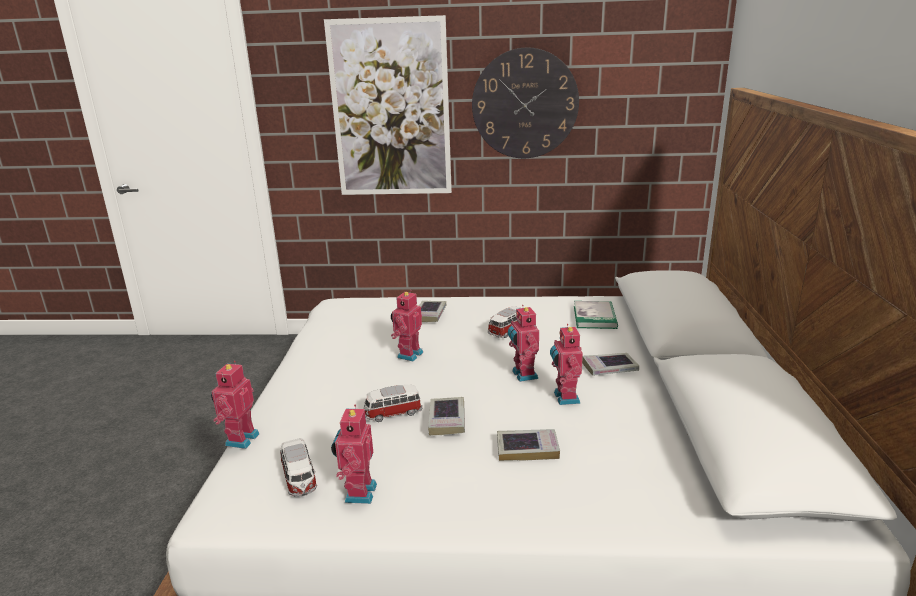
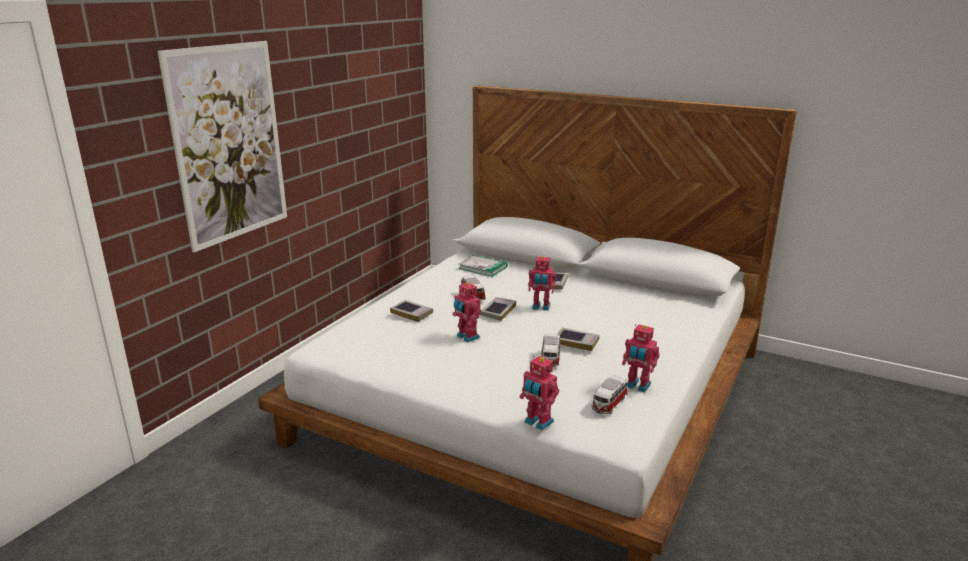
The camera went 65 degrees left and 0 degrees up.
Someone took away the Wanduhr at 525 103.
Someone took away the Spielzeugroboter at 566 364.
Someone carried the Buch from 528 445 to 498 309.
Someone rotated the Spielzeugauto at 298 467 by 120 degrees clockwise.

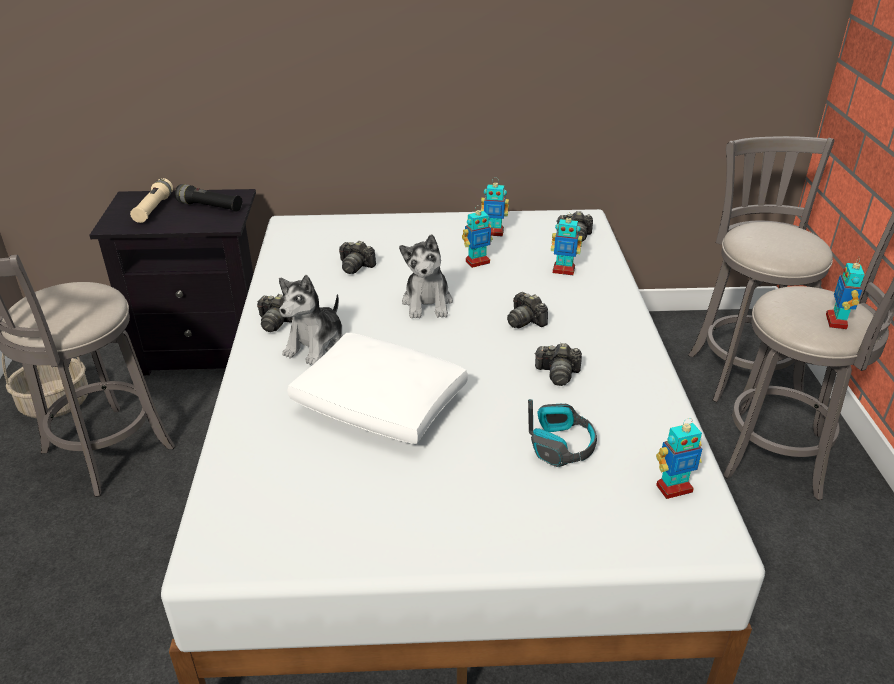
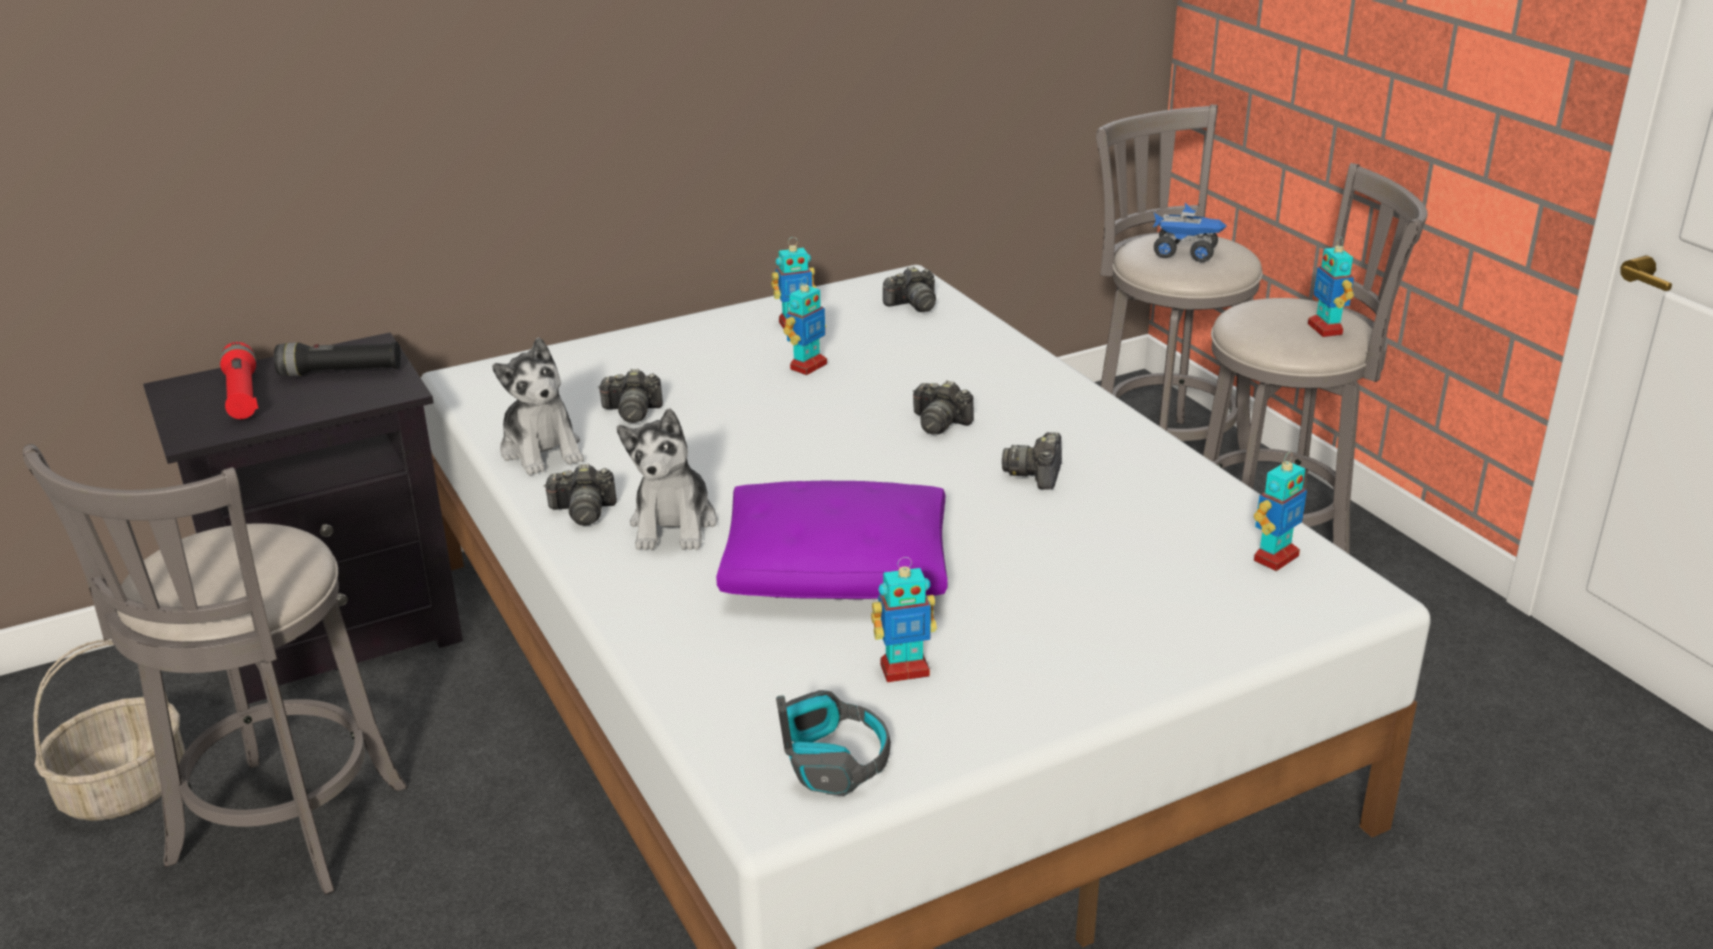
The camera went 25 degrees left and 5 degrees down.
Someone put down the Spielzeuglaster at 1189 232.
Someone carried the Plüschtier from 426 276 to 538 406.
Someone carried the Kopfhörer from 562 433 to 833 743.
Someone carried the Spielzeugroboter from 566 244 to 904 619.
Someone repainted the Taschenlampe/beige at 151 200, which became the Taschenlampe/rot at 239 380.
Someone repainted the Kissen/weiß at 377 388, which became the Kissen/lila at 832 540.
Someone rotated the Kamera at 558 364 by 120 degrees clockwise.

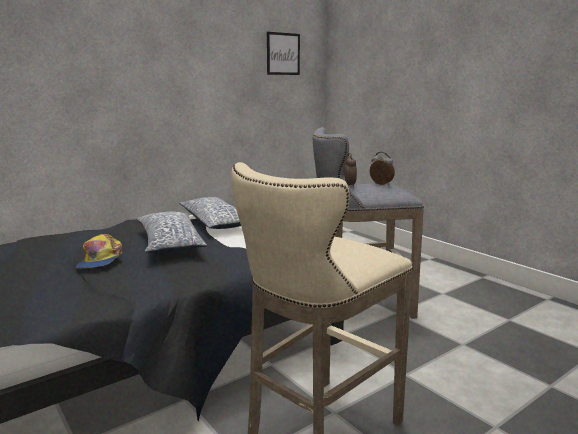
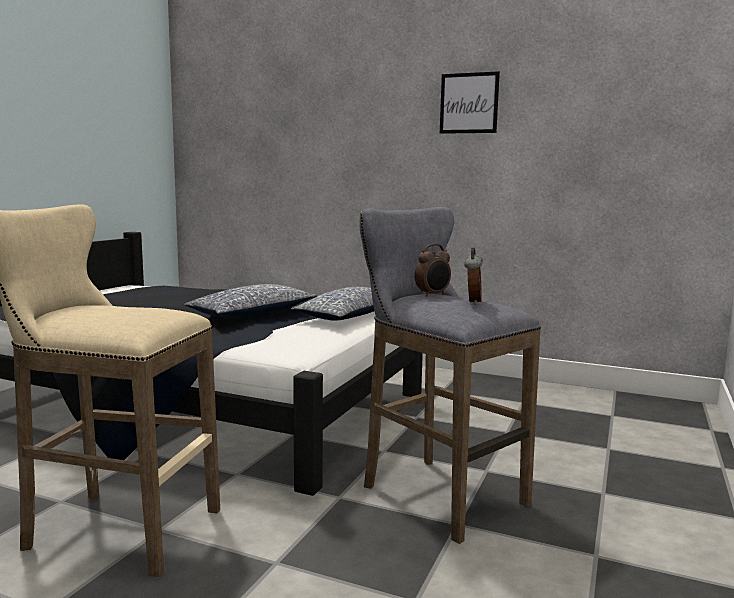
The camera went 60 degrees right and 5 degrees down.
Someone took away the Kappe at 99 251.
Someone carried the Bild from 283 53 to 470 102.

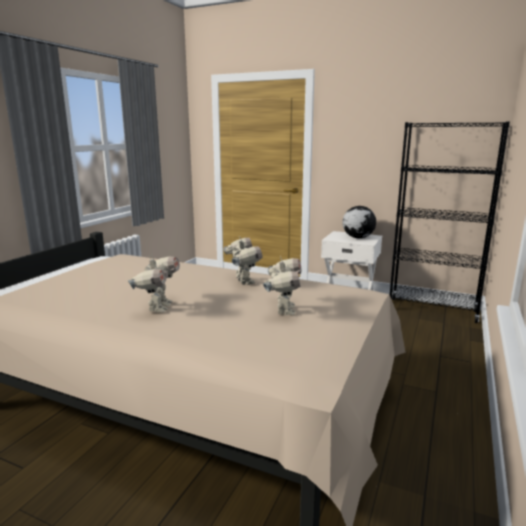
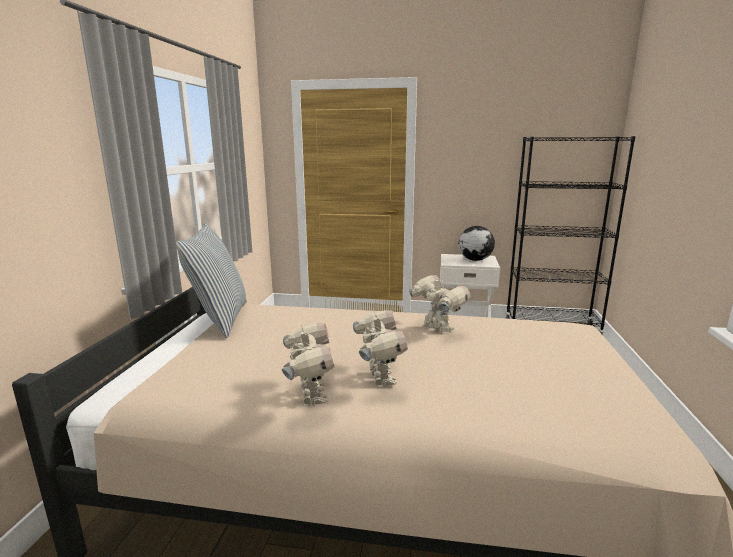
The camera went 15 degrees left and 0 degrees up.
Someone put down the Kissen at 211 280.
Someone carried the Spielzeugroboter from 282 285 to 308 364.

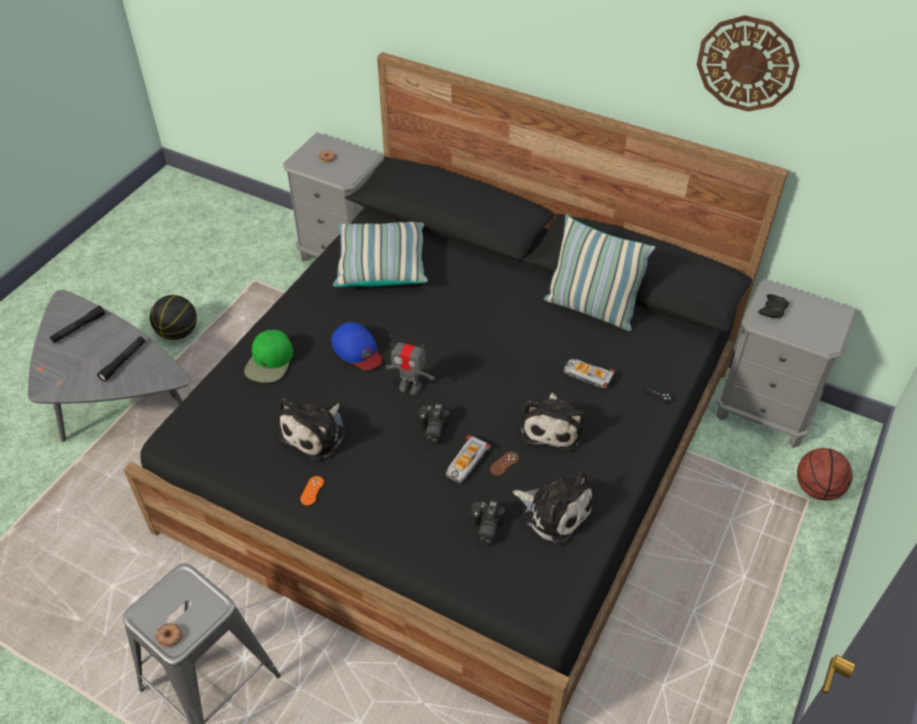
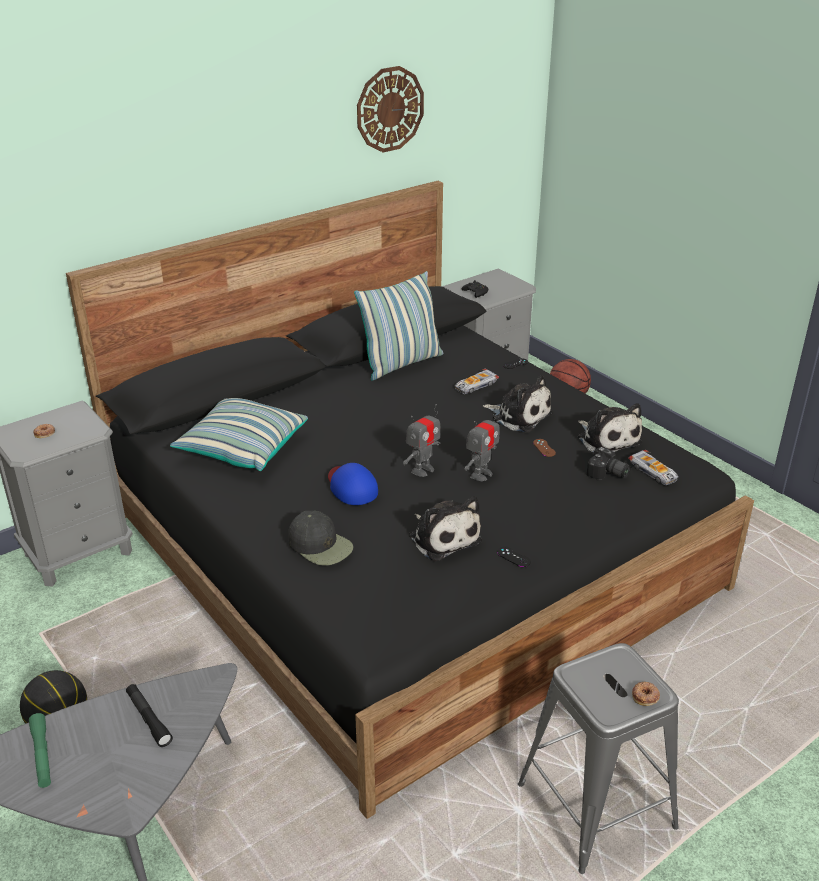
The camera went 65 degrees left and 15 degrees down.
Someone carried the Spielzeugauto from 468 459 to 653 467.
Someone swapped the Kamera at 435 423 for the Spielzeugroboter at 482 444.
Someone repainted the Taschenlampe/schwarz at 77 324, which became the Taschenlampe/grün at 40 750.
Someone repainted the Kappe/grün at 268 356, which became the Kappe/schwarz at 320 538.
Someone repainted the Gamepad/orange at 312 490, which became the Gamepad/schwarz at 514 557.
Someone rotated the Kappe/blau at 356 346 by 105 degrees counterclockwise.
Someone rotated the Plüschtier at 553 508 by 90 degrees clockwise.

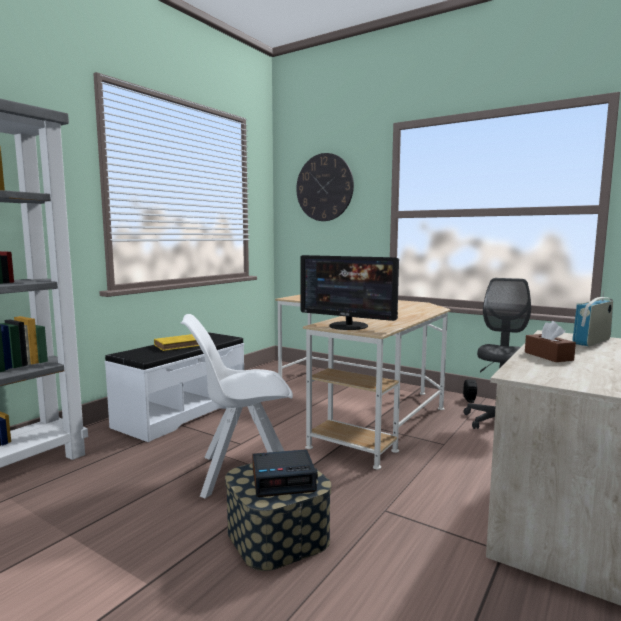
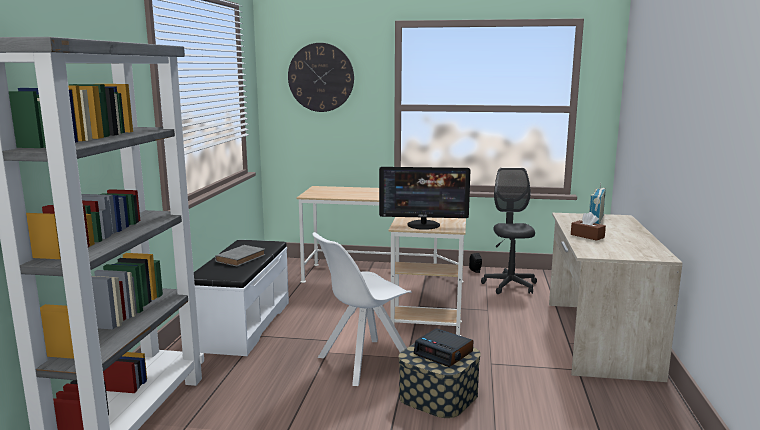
The camera went 25 degrees left and 5 degrees up.
Someone repainted the Buch/gelb at 176 342, which became the Buch/grau at 240 255.
Someone rotated the Wecker at 285 473 by 75 degrees clockwise.

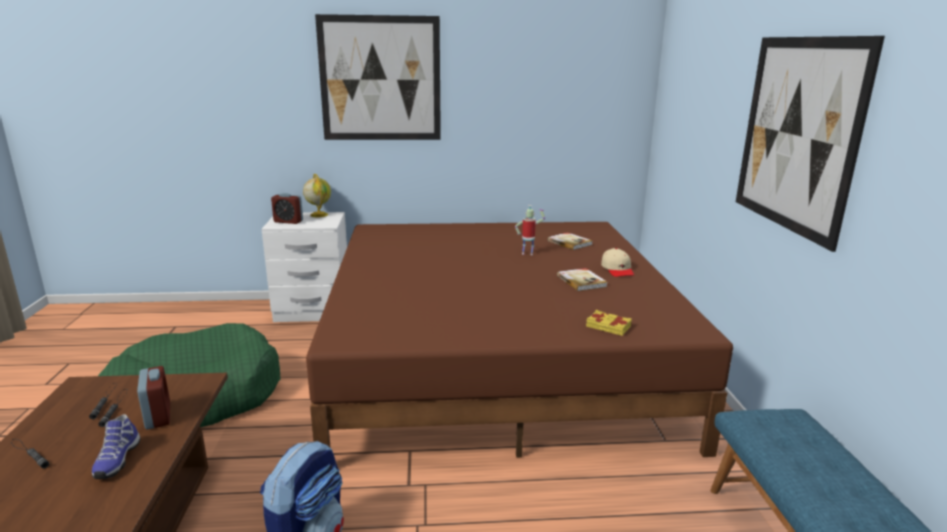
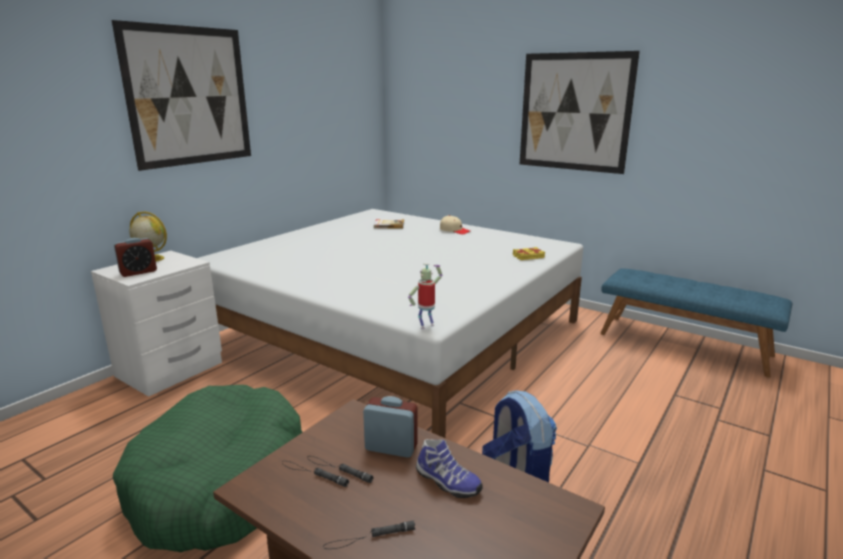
The camera went 50 degrees left and 0 degrees up.
Someone took away the Buch at 582 279.
Someone carried the Spielzeugroboter from 530 230 to 425 296.
Someone repainted the Bett/braun at 519 340, which became the Bett/weiß at 390 323.

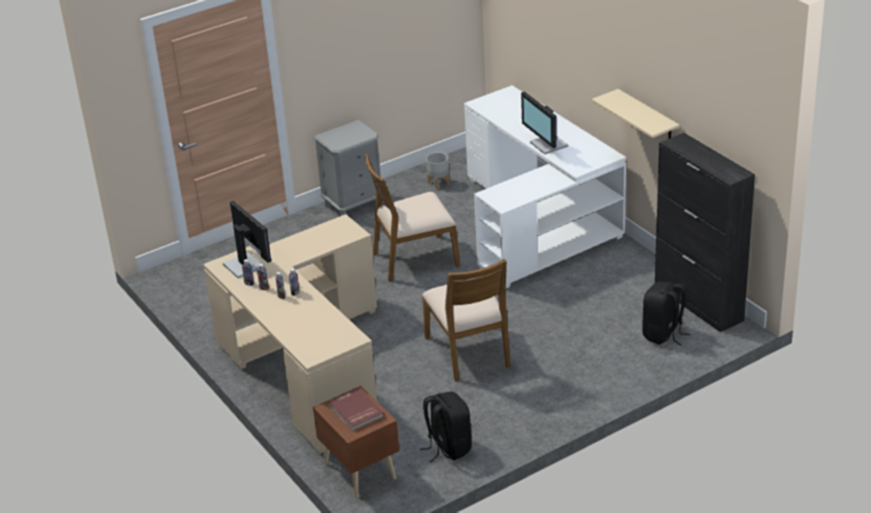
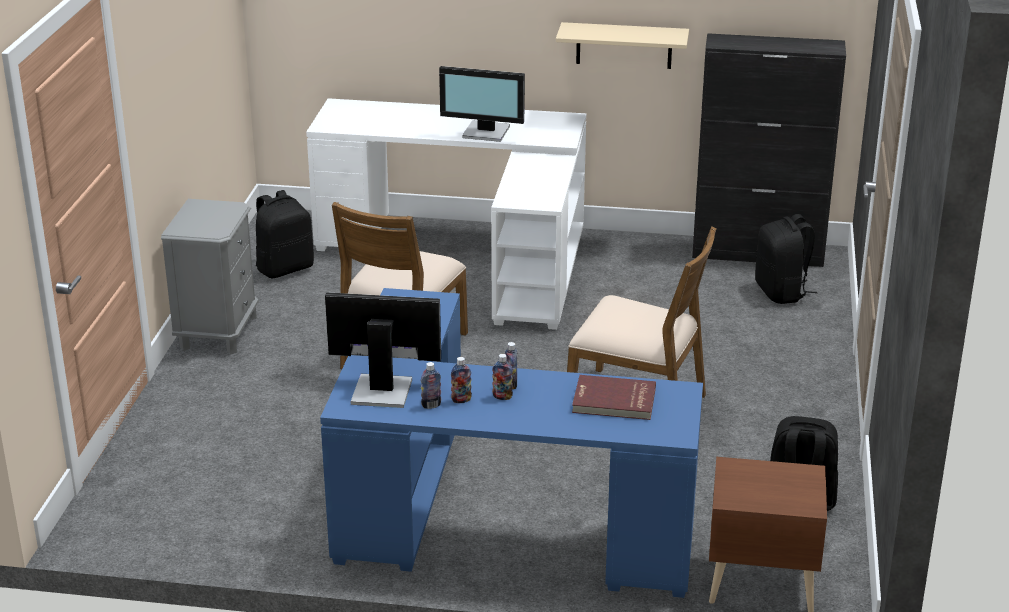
The camera went 50 degrees left and 5 degrees down.
Someone carried the Buch/rot from 356 409 to 614 397.
Someone swapped the Pflanzkübel/grau at 438 170 for the Rucksack/schwarz at 285 234.
Someone repainted the Schreibtisch/beige at 290 334, which became the Schreibtisch/blau at 511 443.

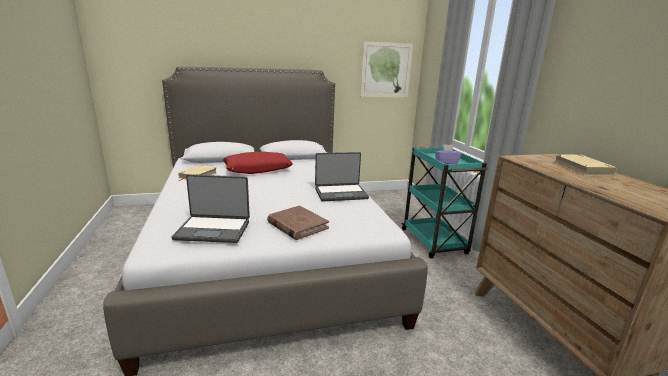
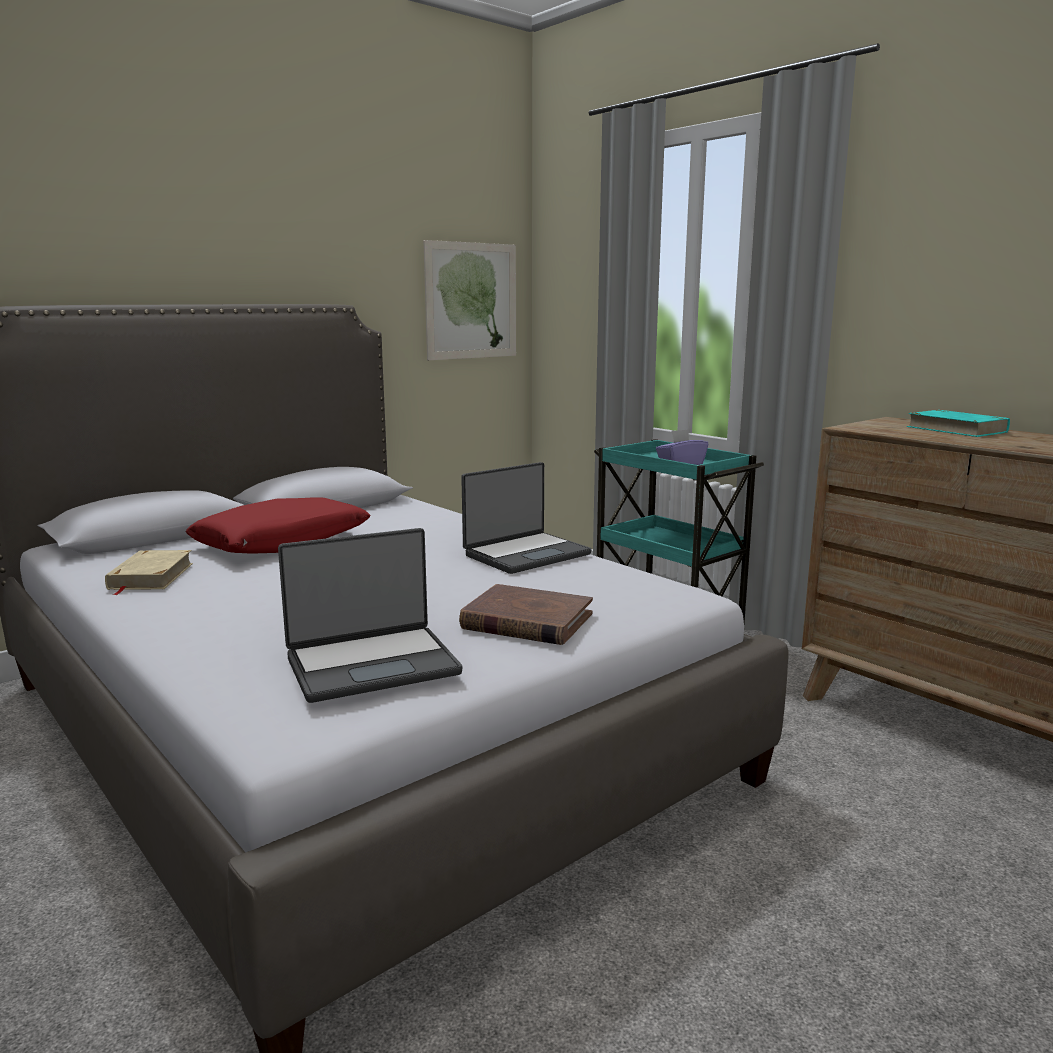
The camera went 25 degrees left and 5 degrees down.
Someone repainted the Buch/beige at 585 165, which became the Buch/türkis at 958 423.

